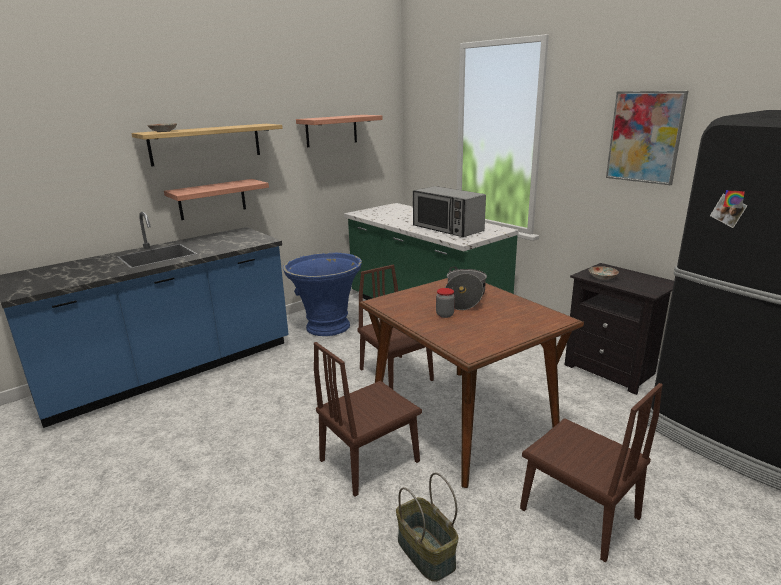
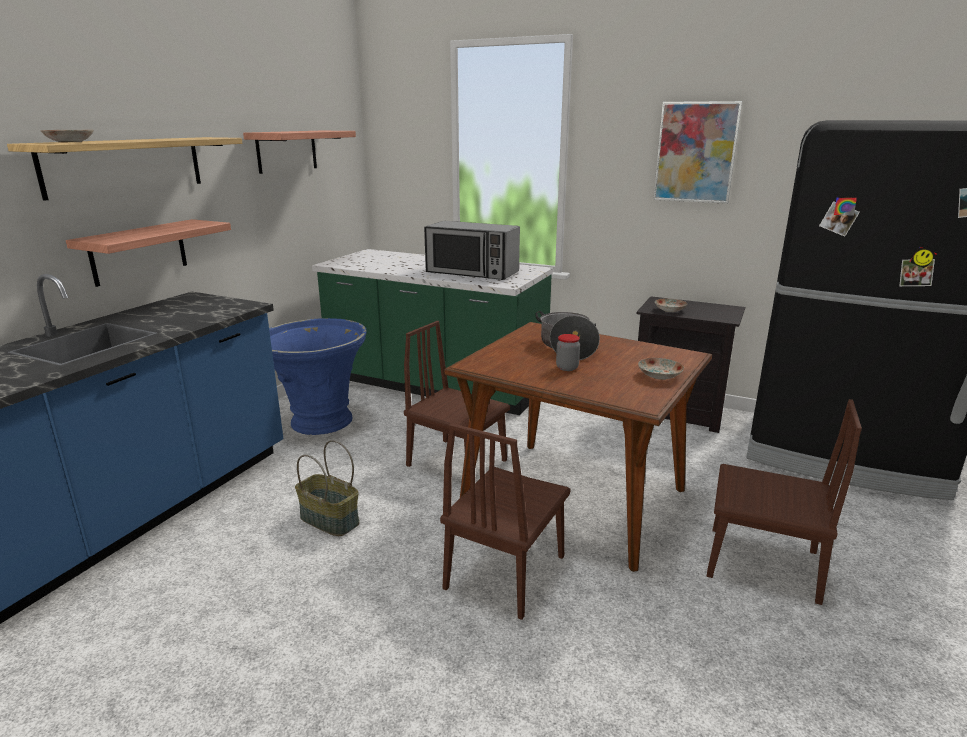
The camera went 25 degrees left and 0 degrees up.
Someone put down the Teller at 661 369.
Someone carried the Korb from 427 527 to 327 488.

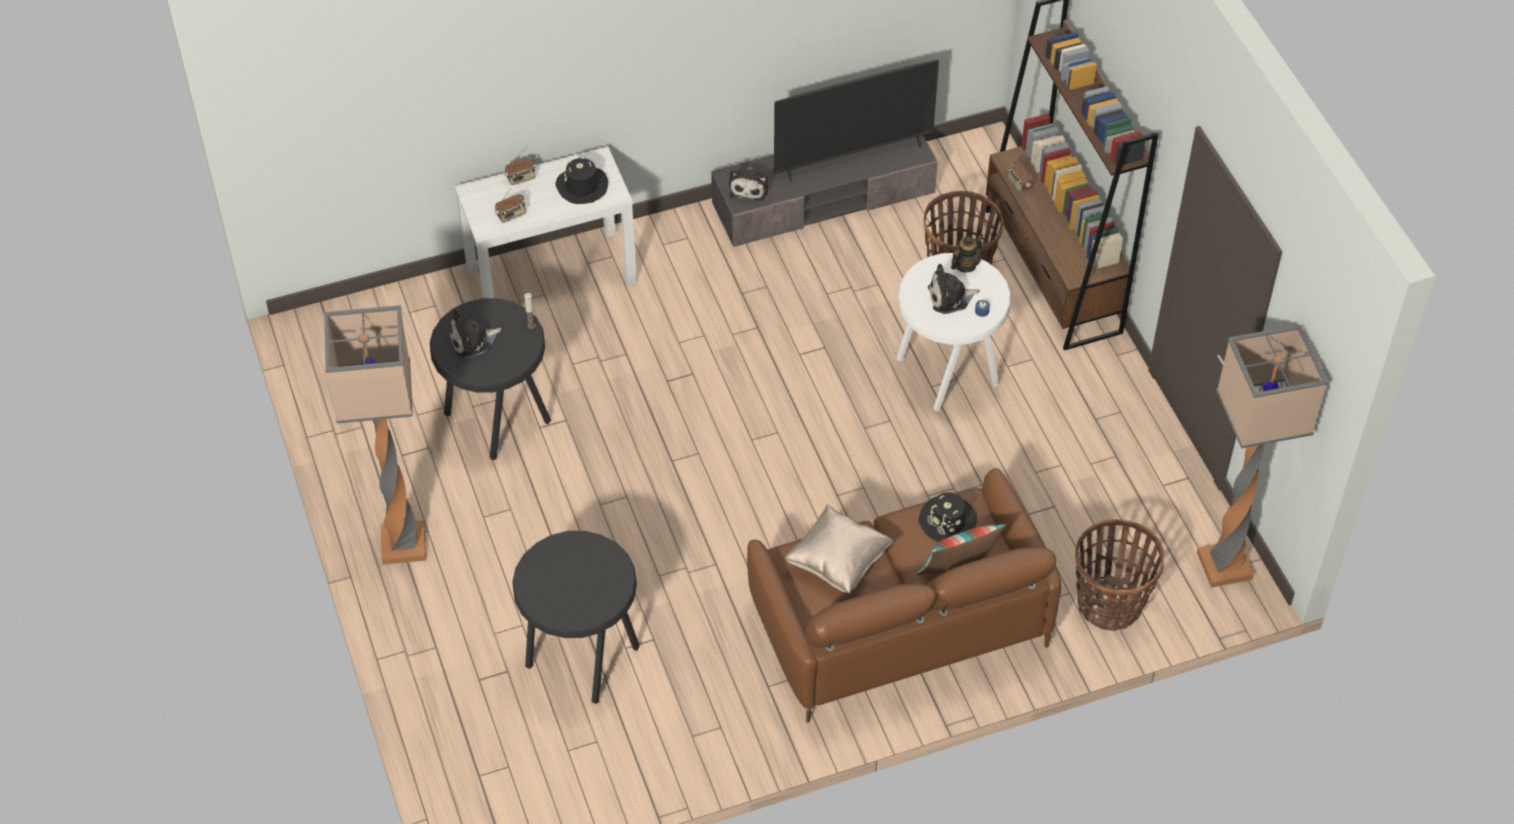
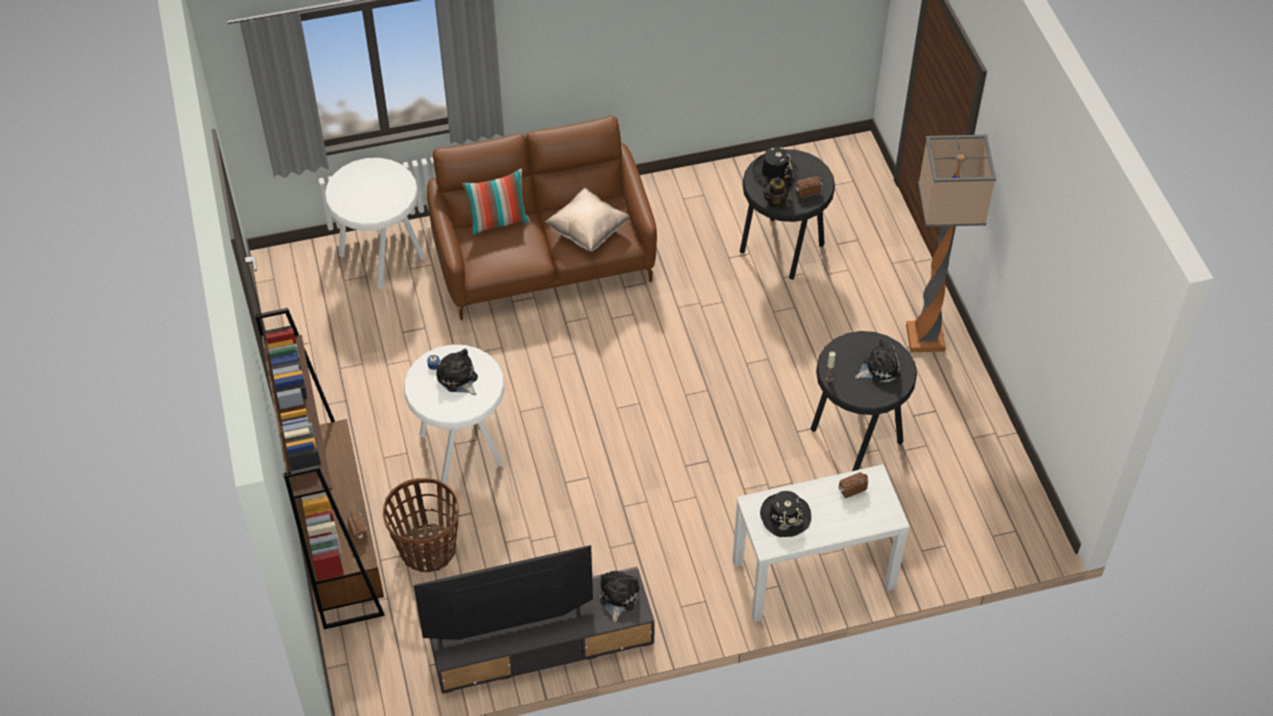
The camera went 175 degrees left and 0 degrees up.
Someone took away the Stehlampe at 1262 456.
Someone carried the Radio from 520 168 to 809 187.
Someone carried the Hut/schwarz from 948 517 to 775 166.
Someone carried the Teekanne from 967 253 to 777 191.
Someone swapped the Korb at 1119 575 for the Hocker/weiß at 375 223.
Someone rotated the Plüschtier at 954 289 by 120 degrees counterclockwise.

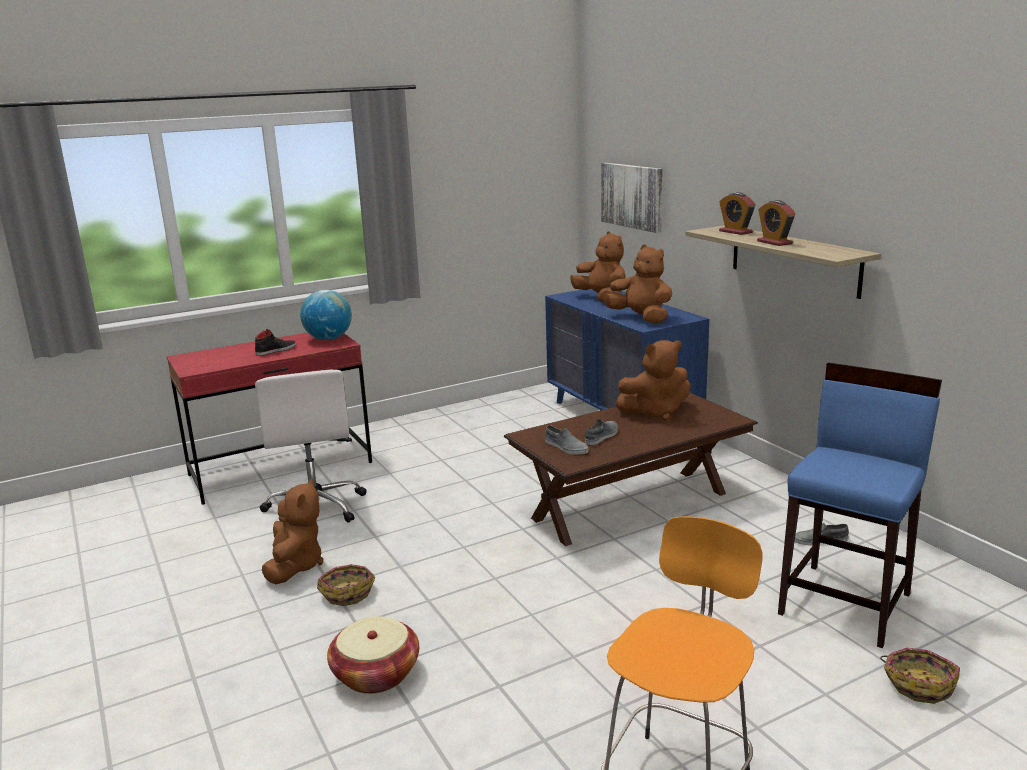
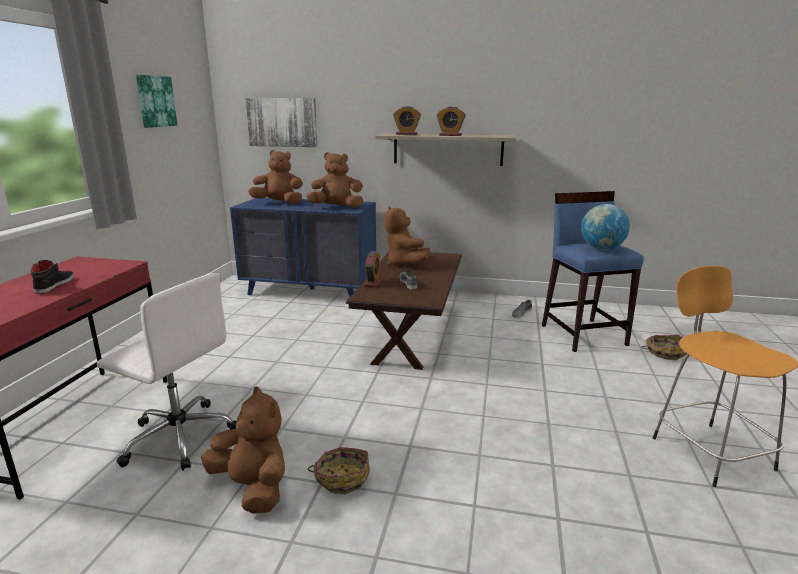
The camera went 50 degrees left and 0 degrees up.
Someone took away the Korb at 373 655.
Someone took away the Schuh/grau at 567 440.
Someone put up the Bild at 156 101.
Someone put down the Wecker at 373 269.
Someone carried the Globus from 326 315 to 605 227.
Someone rotated the Plüschtier/braun at 653 380 by 135 degrees clockwise.

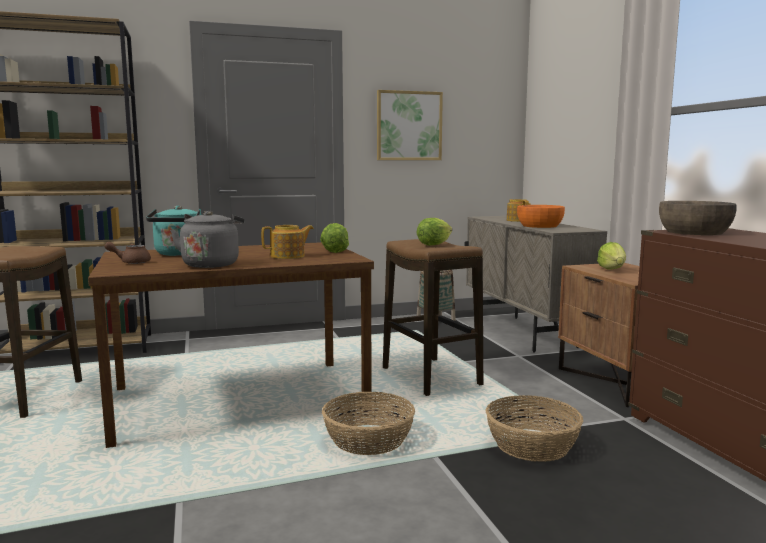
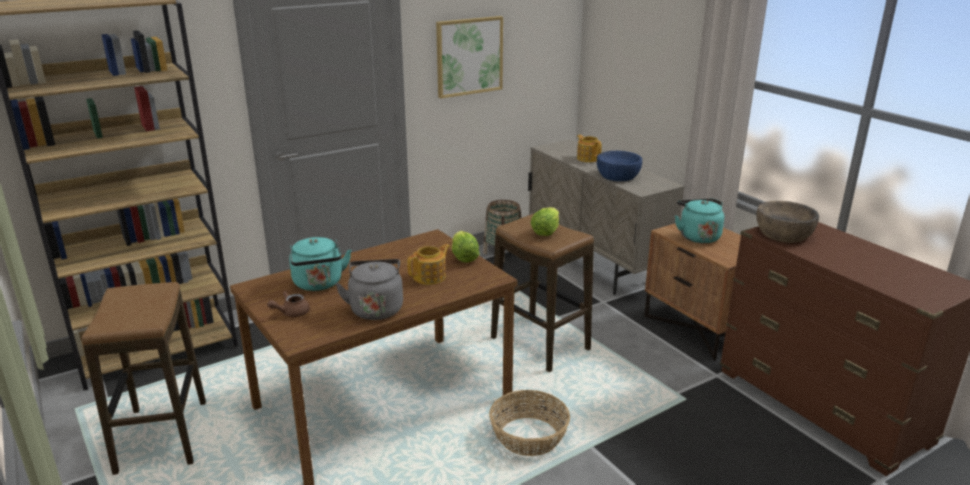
The camera went 15 degrees left and 15 degrees up.
Someone took away the Korb at 534 428.
Someone swapped the Salatkopf at 611 256 for the Wasserkessel/türkis at 699 221.
Someone repainted the Schüssel/orange at 541 216, which became the Schüssel/blau at 619 166.

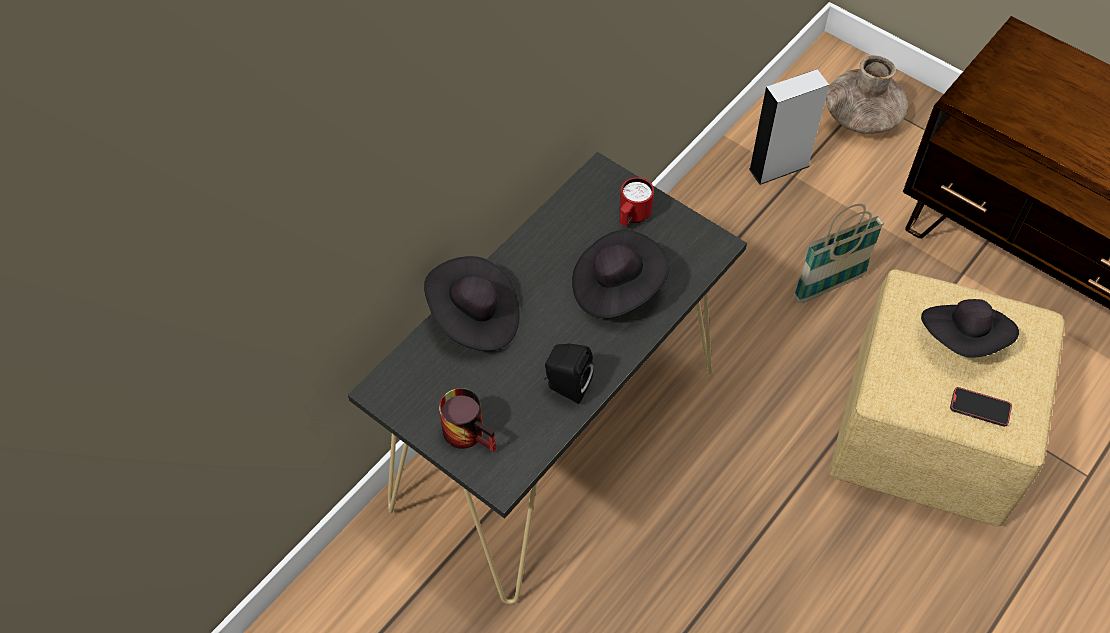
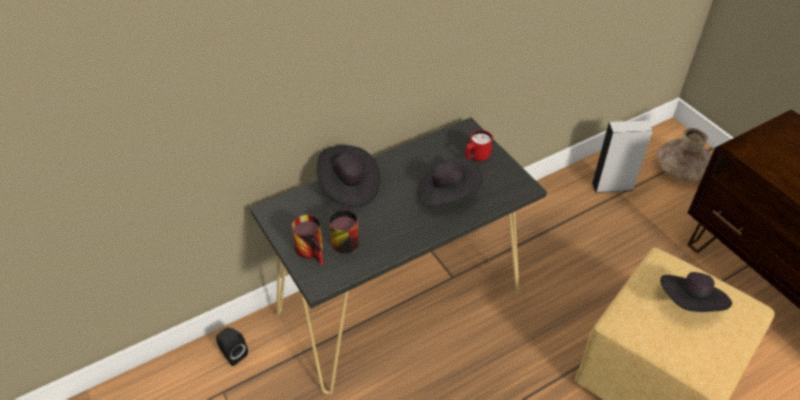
The camera went 20 degrees right and 10 degrees down.
Someone took away the Korb at 839 253.
Someone took away the Handy at 981 407.
Someone put down the Henkelbecher at 344 229.
Someone carried the Lautsprecher/schwarz from 569 373 to 232 346.

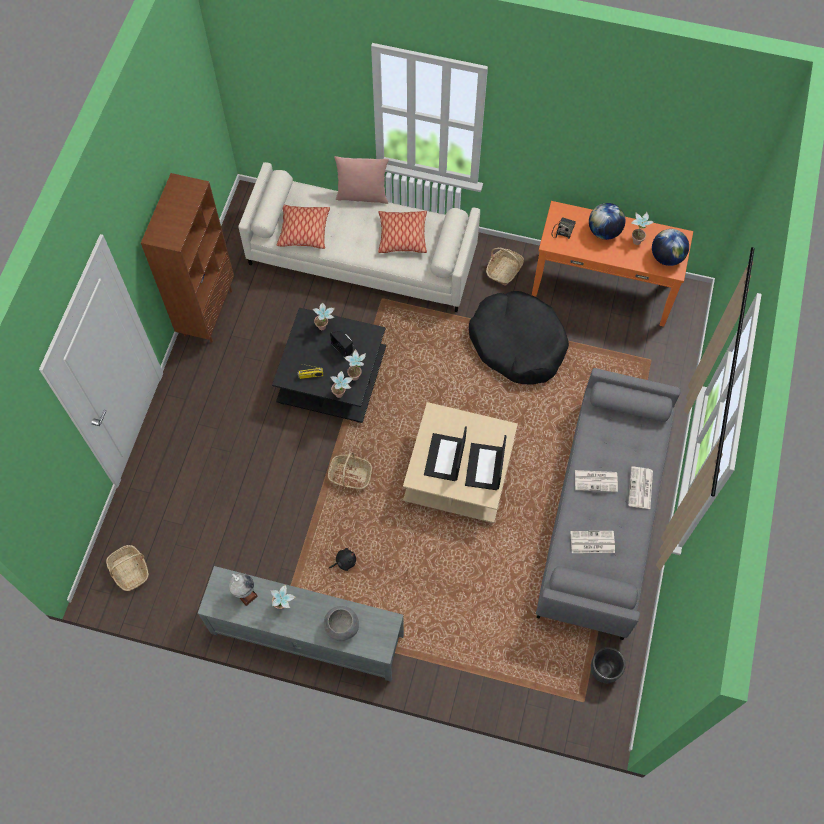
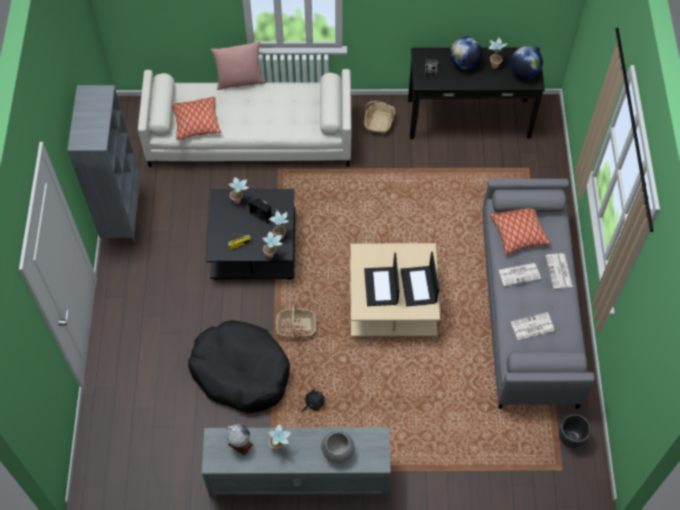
The camera went 15 degrees left and 5 degrees down.
Someone took away the Korb at 127 568.
Someone carried the Kissen from 402 232 to 520 231.
Someone carried the Hundebett/schwarz from 519 338 to 239 366.
Someone repainted the Bücherregal/braun at 187 258, which became the Bücherregal/grau at 103 163.
Someone repainted the Konsolentisch/orange at 612 264, which became the Konsolentisch/schwarz at 476 93.

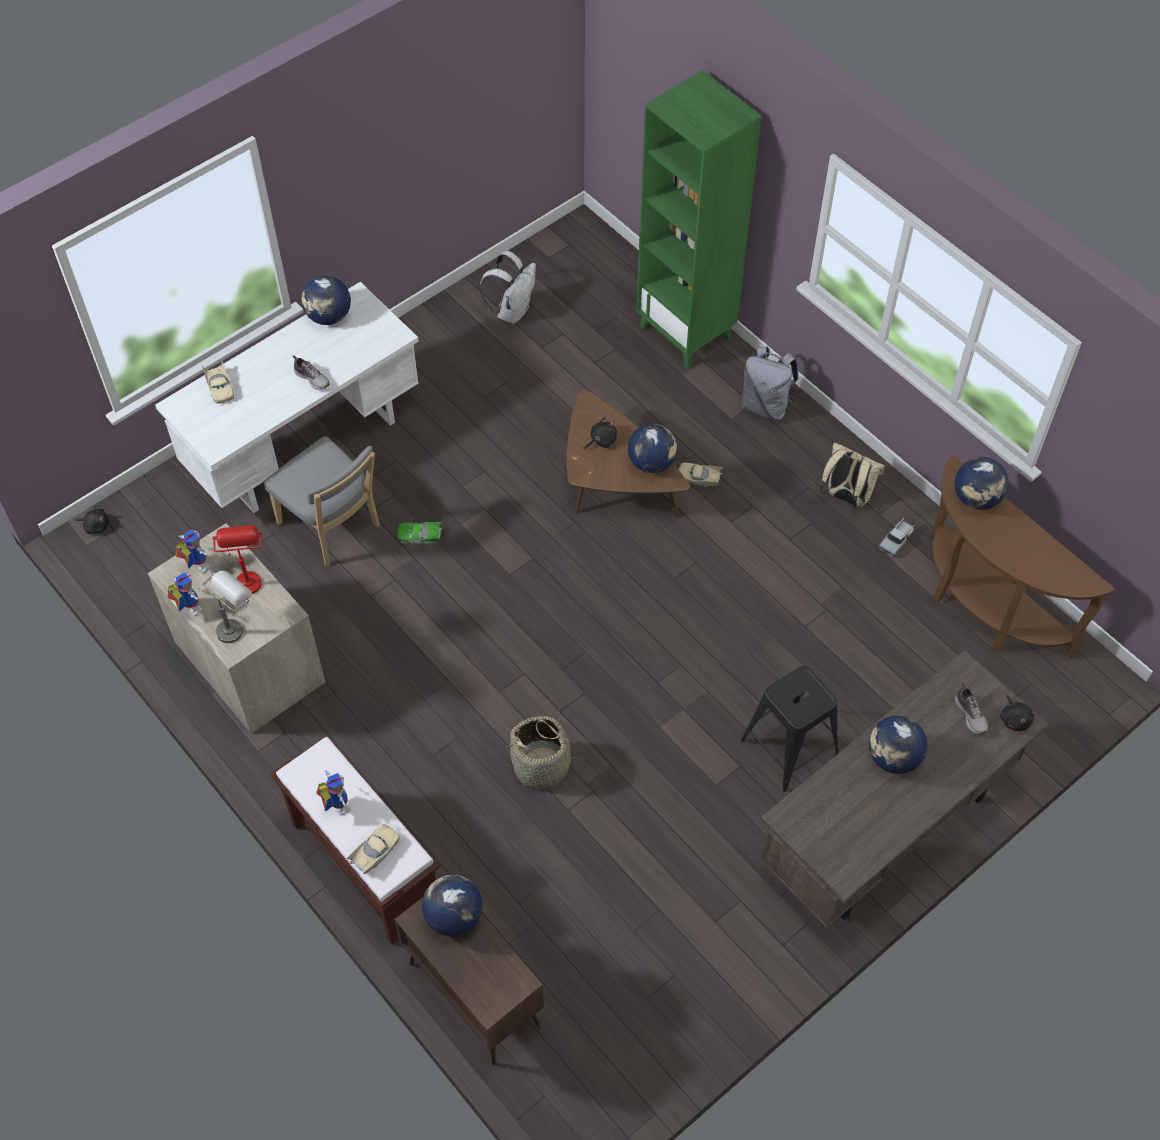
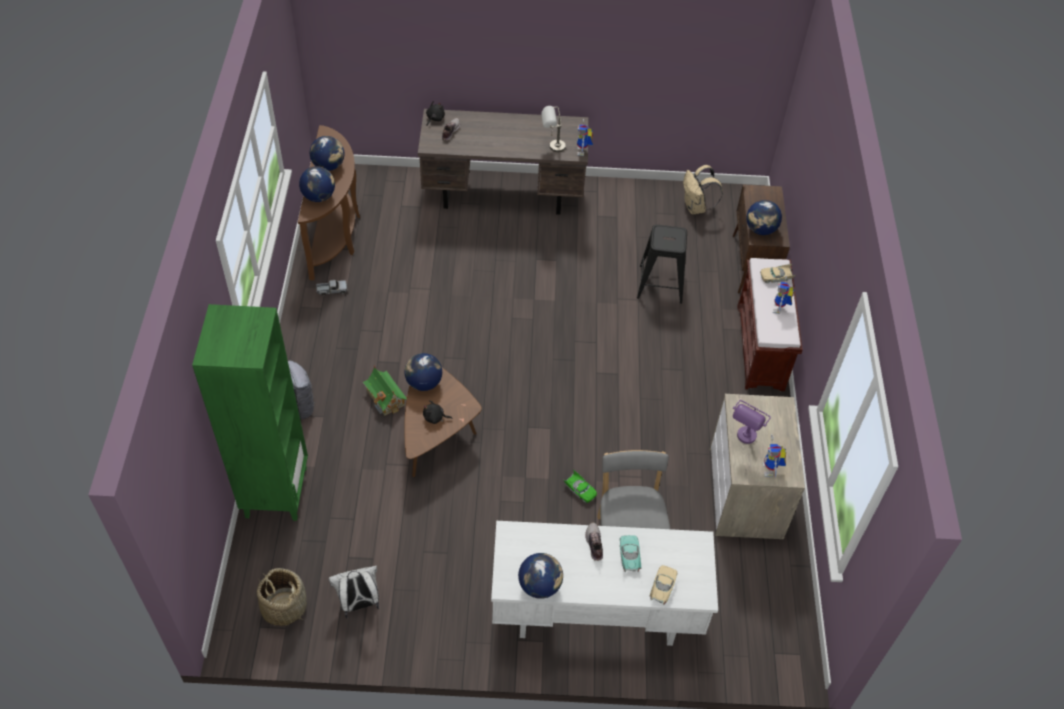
The camera went 140 degrees left and 5 degrees down.
Someone took away the Plüschtier/schwarz at 92 521.
Someone put down the Spielzeugauto/türkis at 631 553.
Someone carried the Spielzeugroboter from 185 594 to 585 137.
Someone carried the Tischlampe/grau from 227 607 to 553 129.
Someone carried the Korb from 545 752 to 282 597.
Someone carried the Hocker/schwarz from 790 729 to 662 264.
Someone carried the Rucksack/beige from 852 475 to 703 189.
Someone carried the Globus from 898 745 to 327 153.
Someone swapped the Spielzeugauto/beige at 701 475 for the Spielzeughaus at 385 391.
Someone repainted the Tischlampe/rot at 237 559, which became the Tischlampe/lila at 752 422.

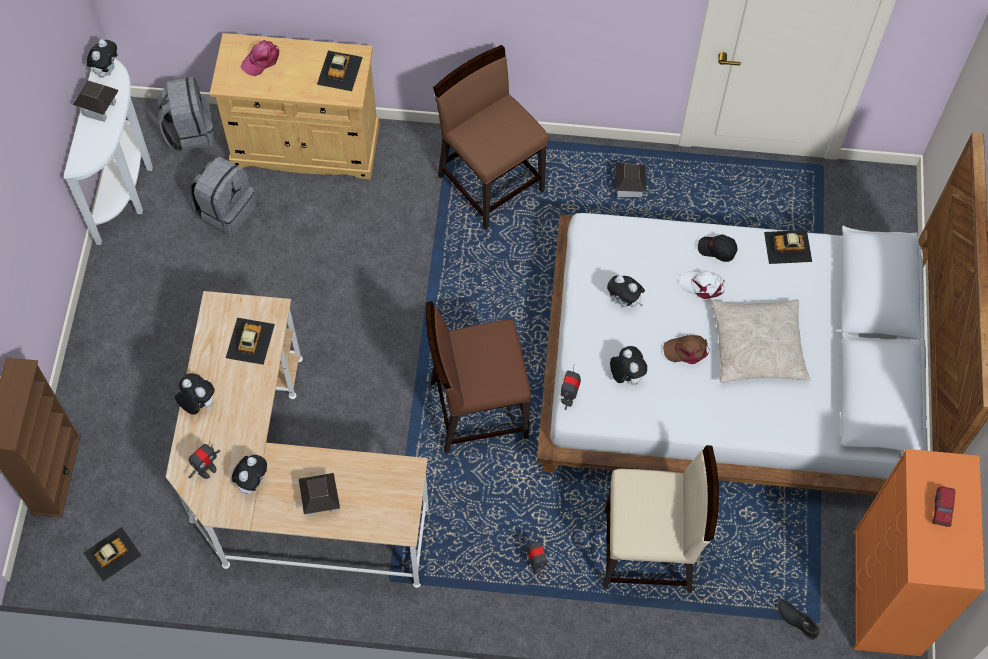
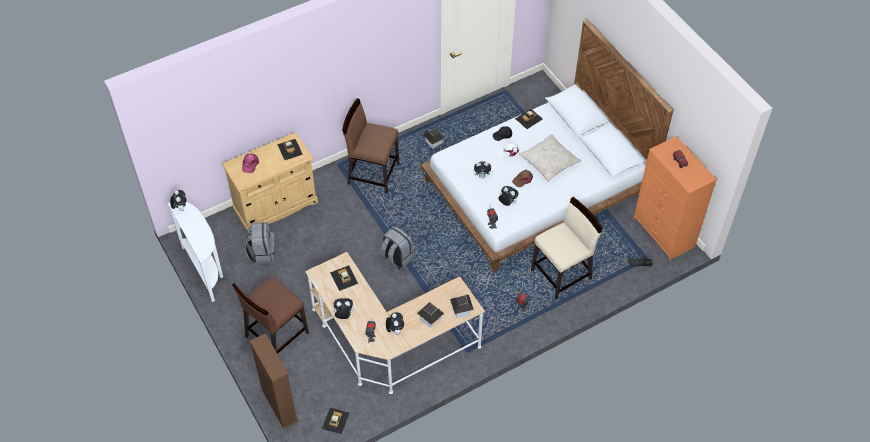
The camera went 35 degrees left and 10 degrees down.
Someone carried the Spielzeughaus from 96 101 to 462 306.
Someone carried the Rucksack/grau from 186 114 to 397 248.
Someone carried the Stuhl/braun from 478 377 to 270 315.

